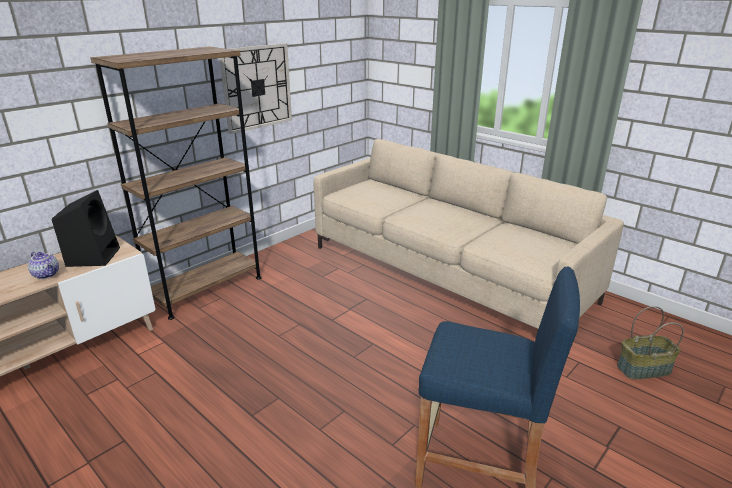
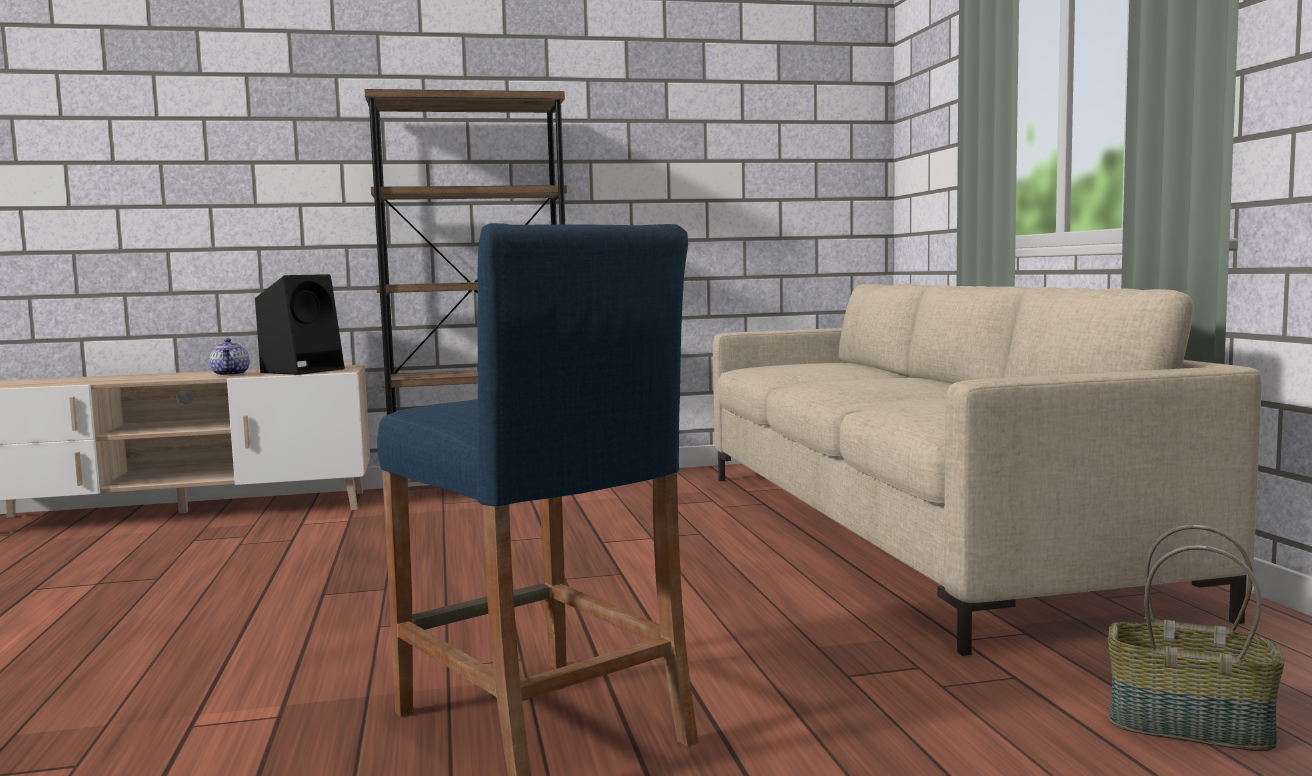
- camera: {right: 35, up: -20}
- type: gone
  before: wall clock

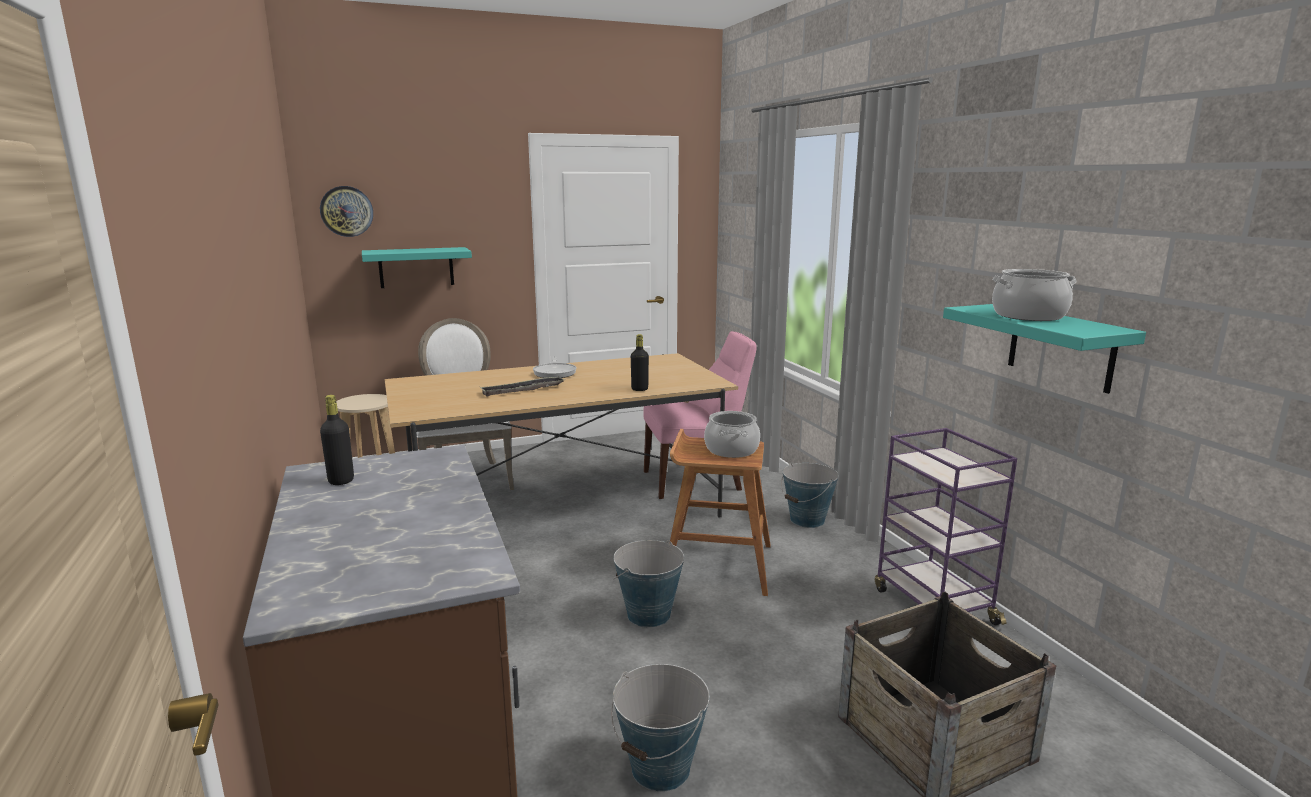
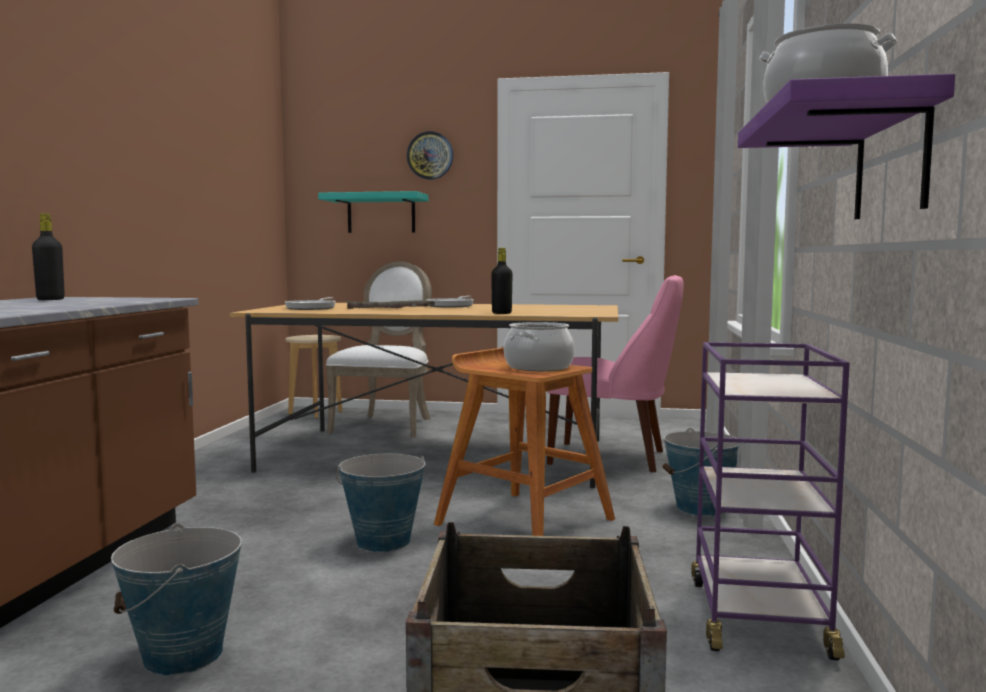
- camera: {right: 30, up: -10}
- type: new
  after: frying pan (no. 1 from left)
- type: shifted
  before: wall clock
- type: repainted
  before: turquoise shelf (no. 2 from left)
  after: purple shelf

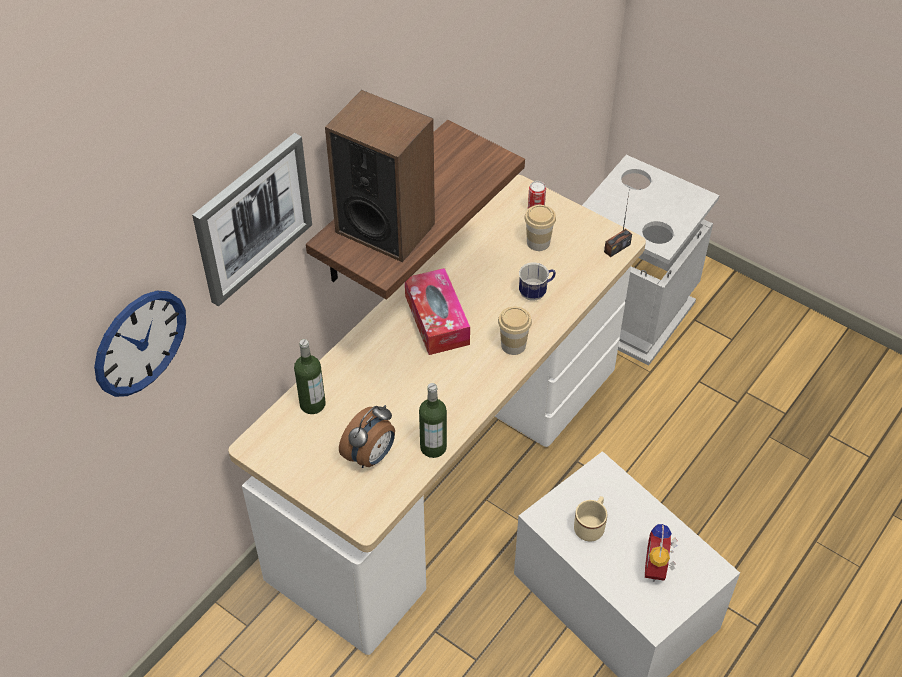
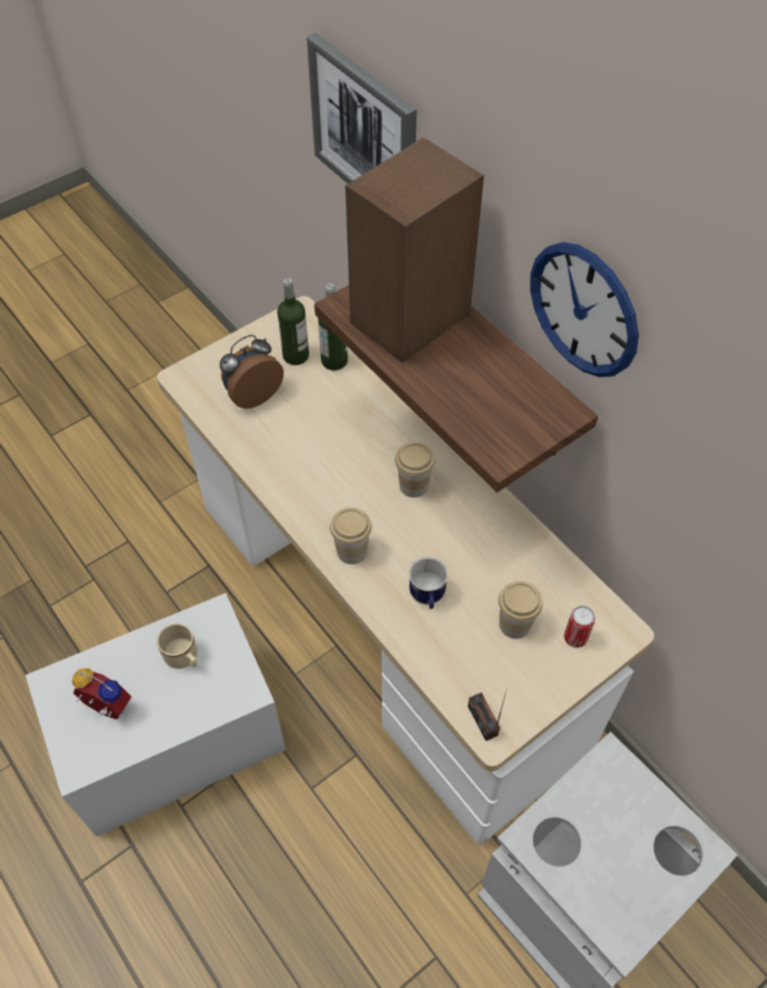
- camera: {right: 105, up: 5}
- type: shifted
  before: wall clock
- type: shifted
  before: bottle (no. 2 from left in the first image)
  after: bottle (no. 1 from left)
- type: swapped
  before: tissue box
  after: cup (no. 2 from left)
- type: rotated
  before: alarm clock (no. 1 from left in the first image)
  turn: 90

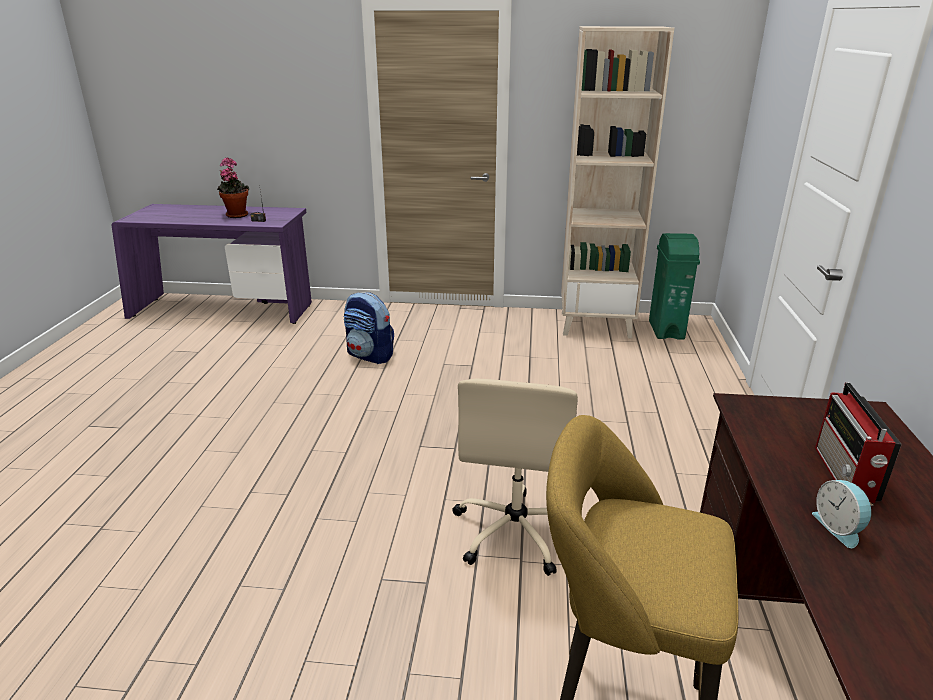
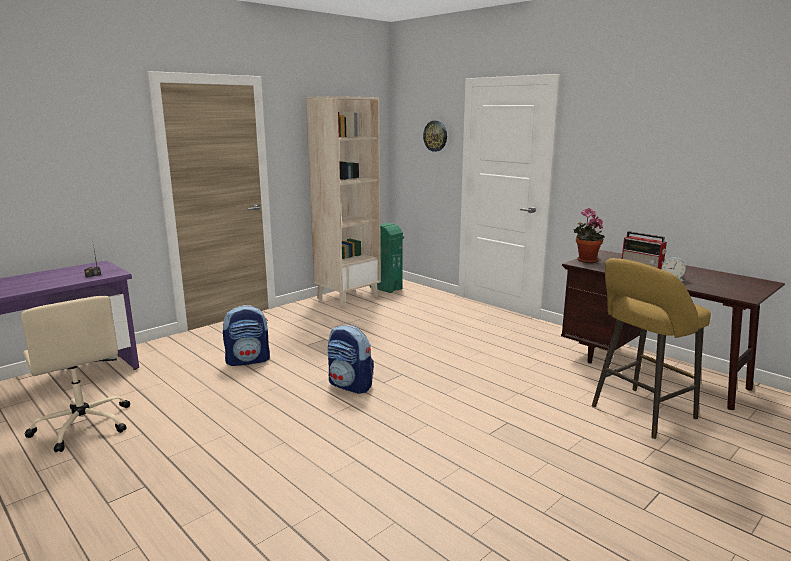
- camera: {right: -50, up: -10}
- type: new
  after: backpack (no. 2 from left)
- type: new
  after: wall clock
- type: shifted
  before: potted plant
- type: shifted
  before: beige office chair

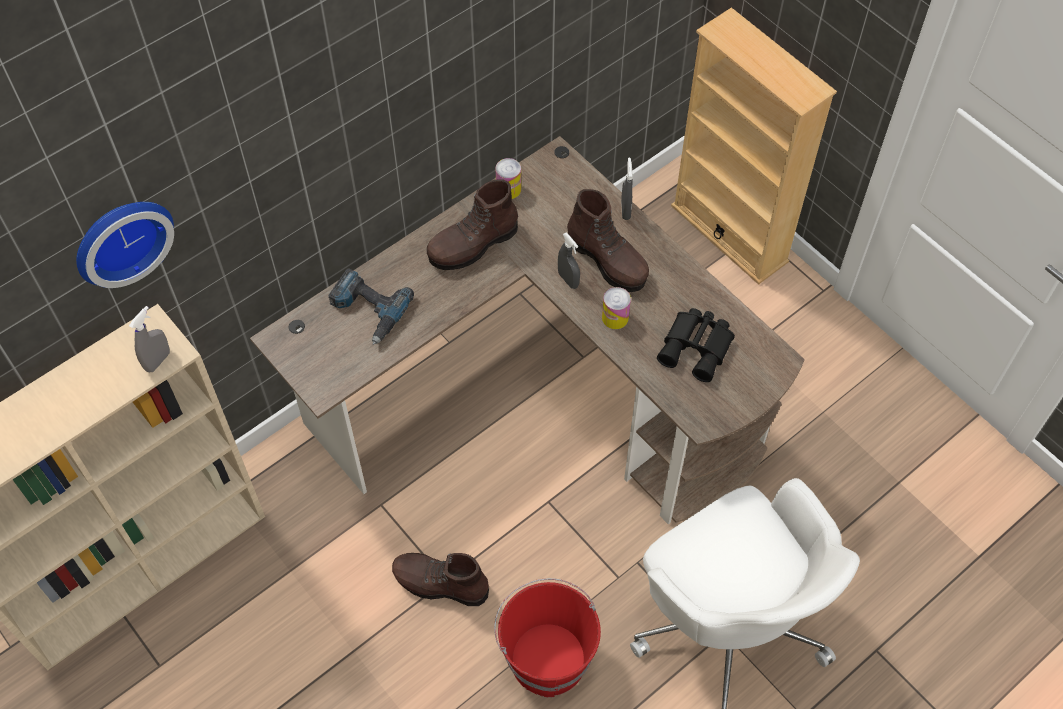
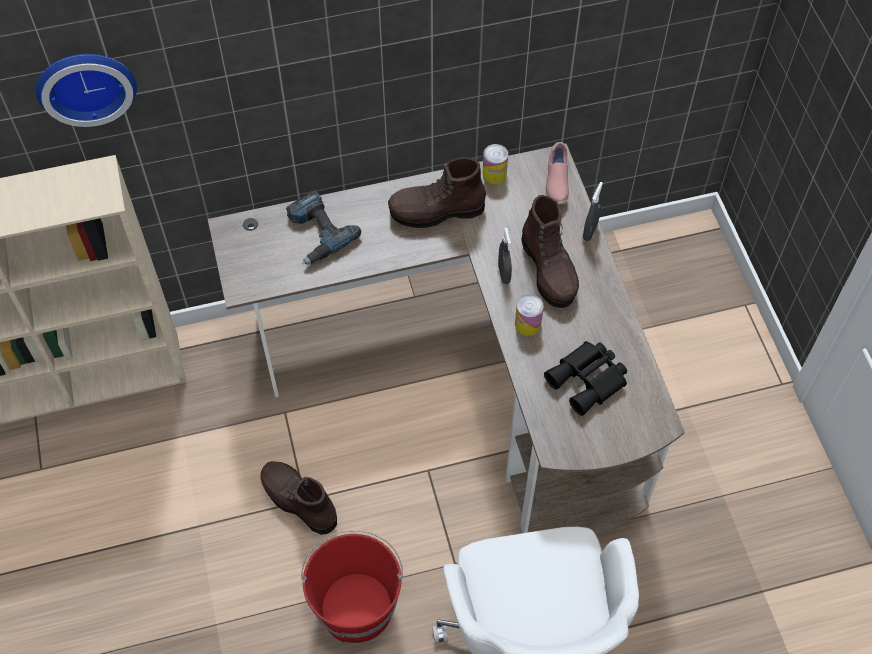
- camera: {right: 25, up: 0}
- type: gone
  before: grey spray bottle (no. 1 from left)
- type: gone
  before: beige bookcase (no. 2 from left)
- type: new
  after: pink shoe

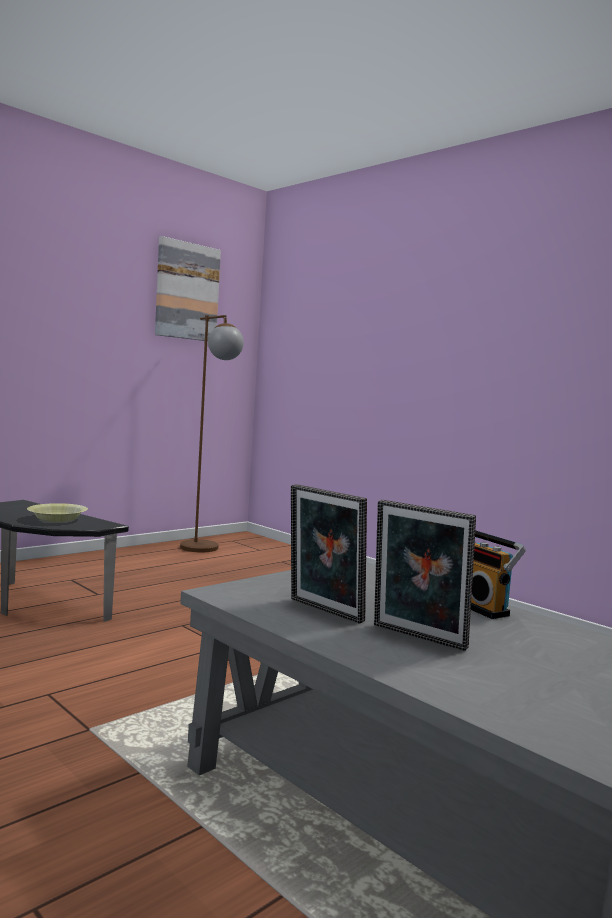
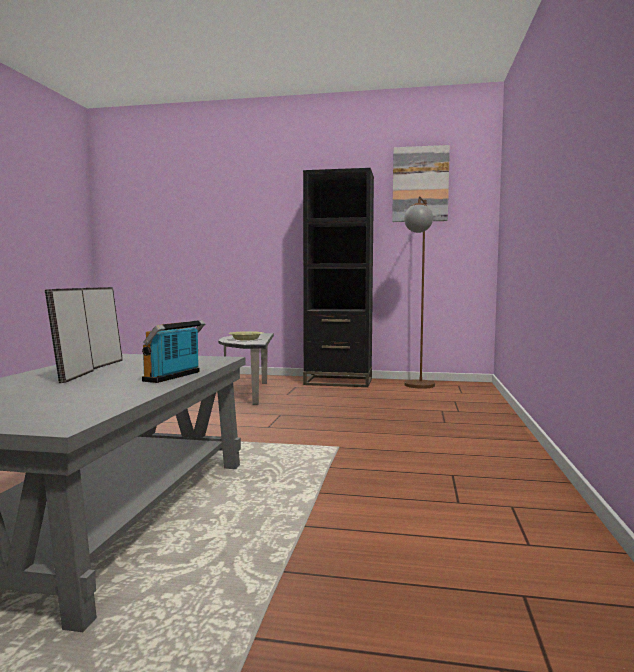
- camera: {right: 55, up: 0}
- type: new
  after: black bookcase

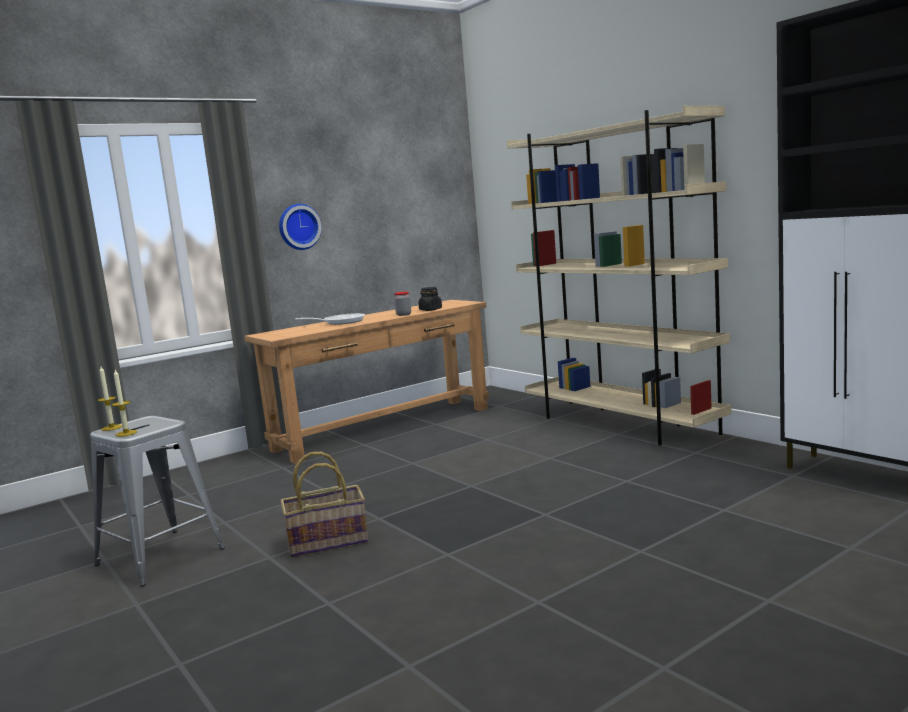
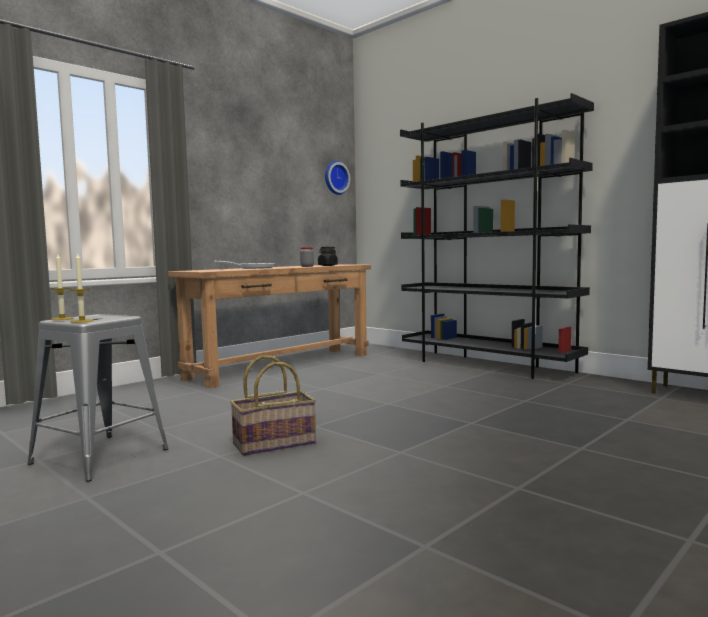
- camera: {right: -10, up: -5}
- type: shifted
  before: wall clock
- type: repainted
  before: beige bookcase
  after: black bookcase

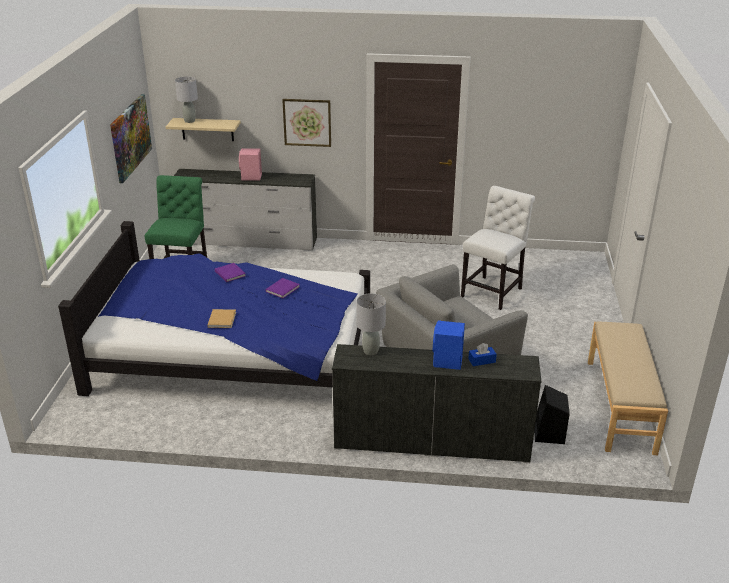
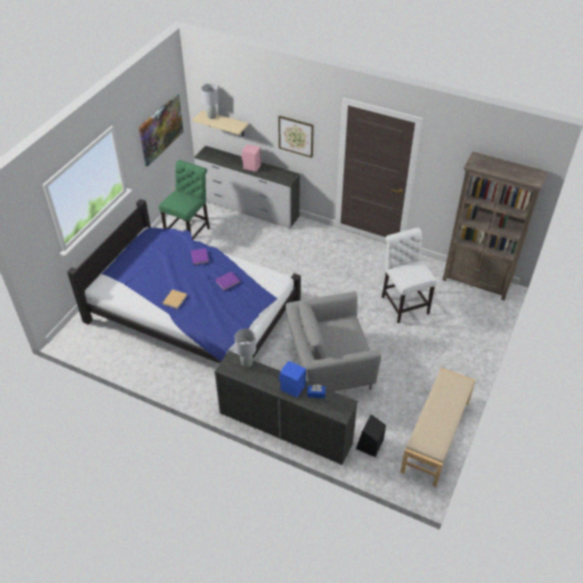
- camera: {right: 20, up: 15}
- type: new
  after: brown bookcase
- type: rotated
  before: white chair
  turn: -75

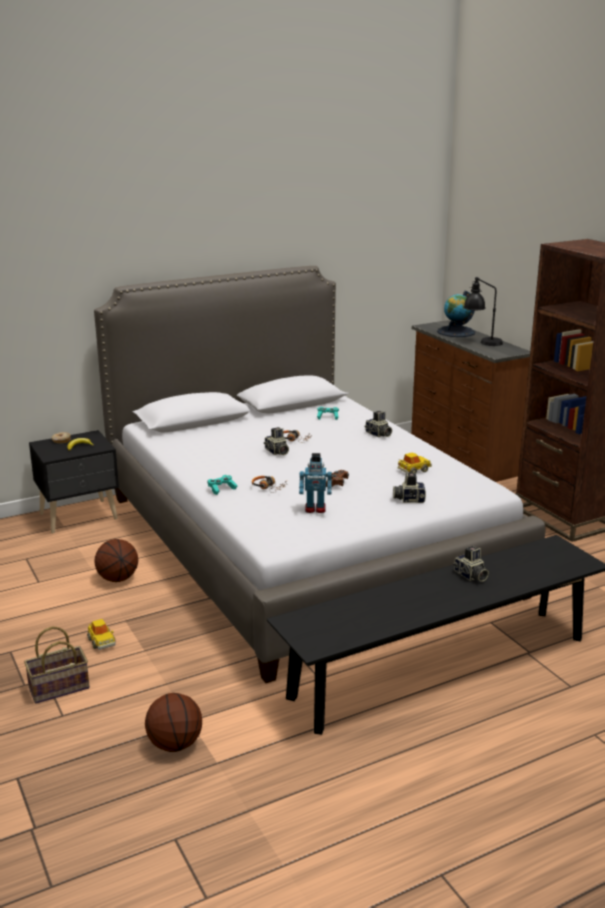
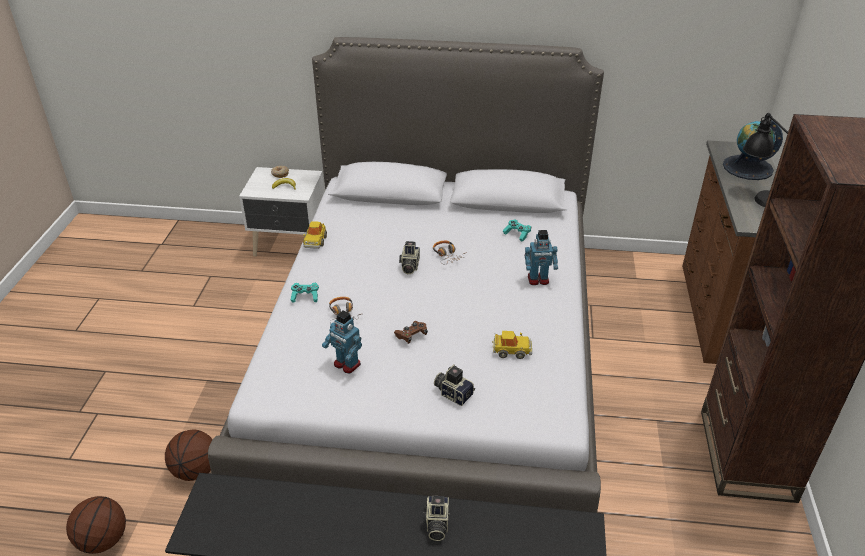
- camera: {right: 35, up: 15}
- type: gone
  before: basket
- type: shifted
  before: toy car (no. 1 from left)
- type: shifted
  before: basketball (no. 1 from left in the first image)
  after: basketball (no. 2 from left)
- type: swapped
  before: photo camera (no. 2 from left)
  after: toy robot (no. 2 from left)
- type: repainted
  before: black nightstand
  after: white nightstand

